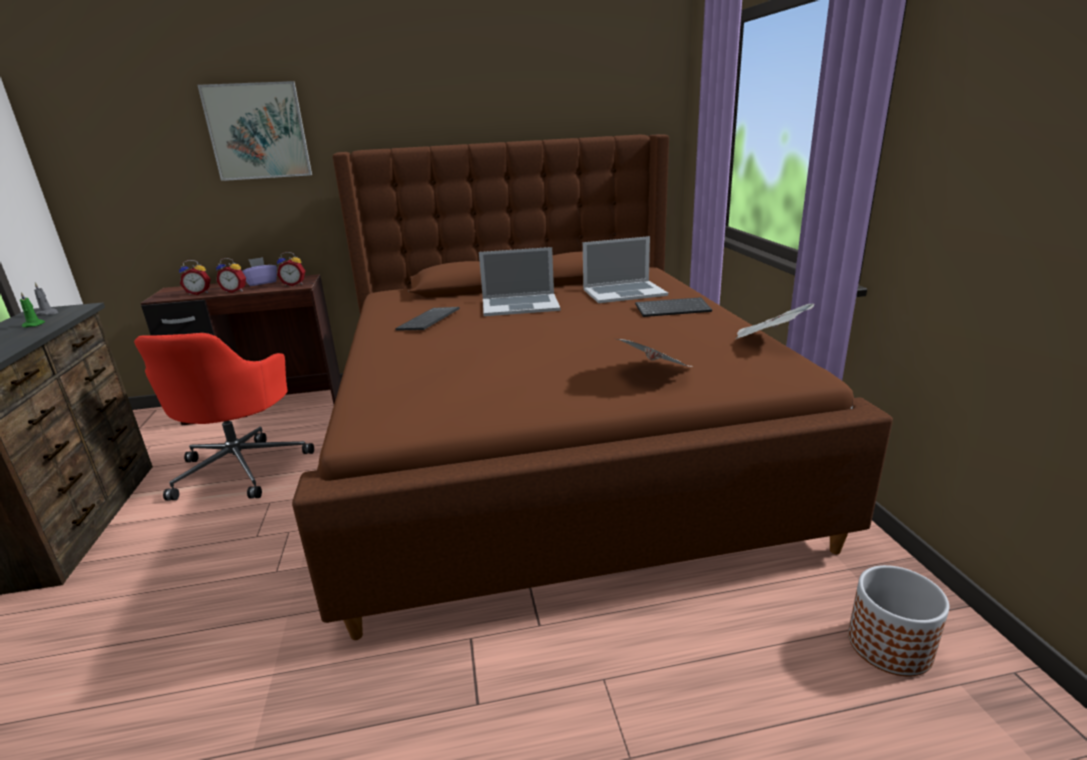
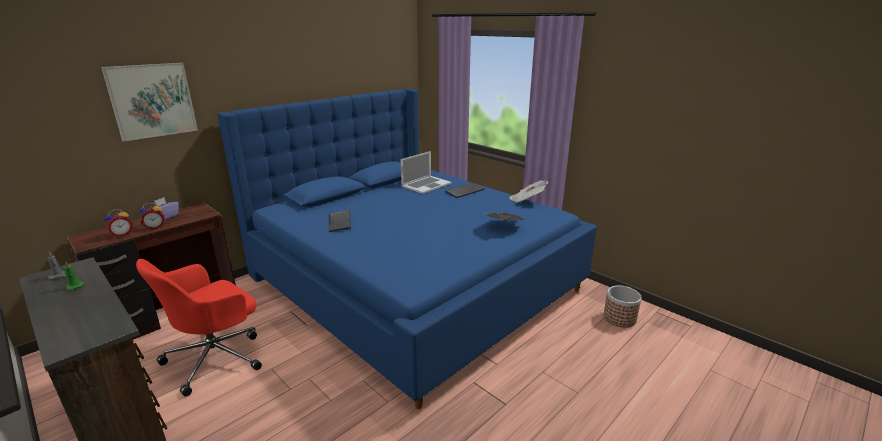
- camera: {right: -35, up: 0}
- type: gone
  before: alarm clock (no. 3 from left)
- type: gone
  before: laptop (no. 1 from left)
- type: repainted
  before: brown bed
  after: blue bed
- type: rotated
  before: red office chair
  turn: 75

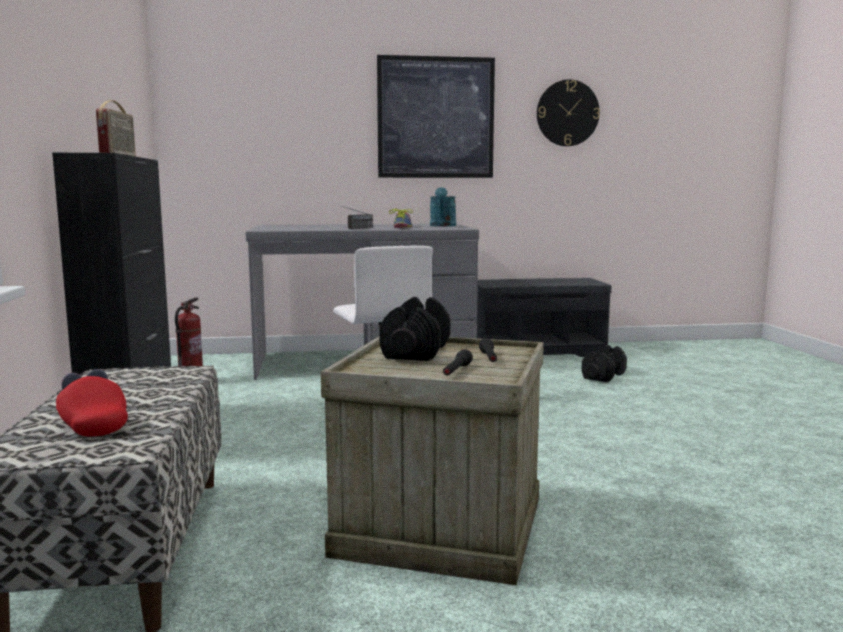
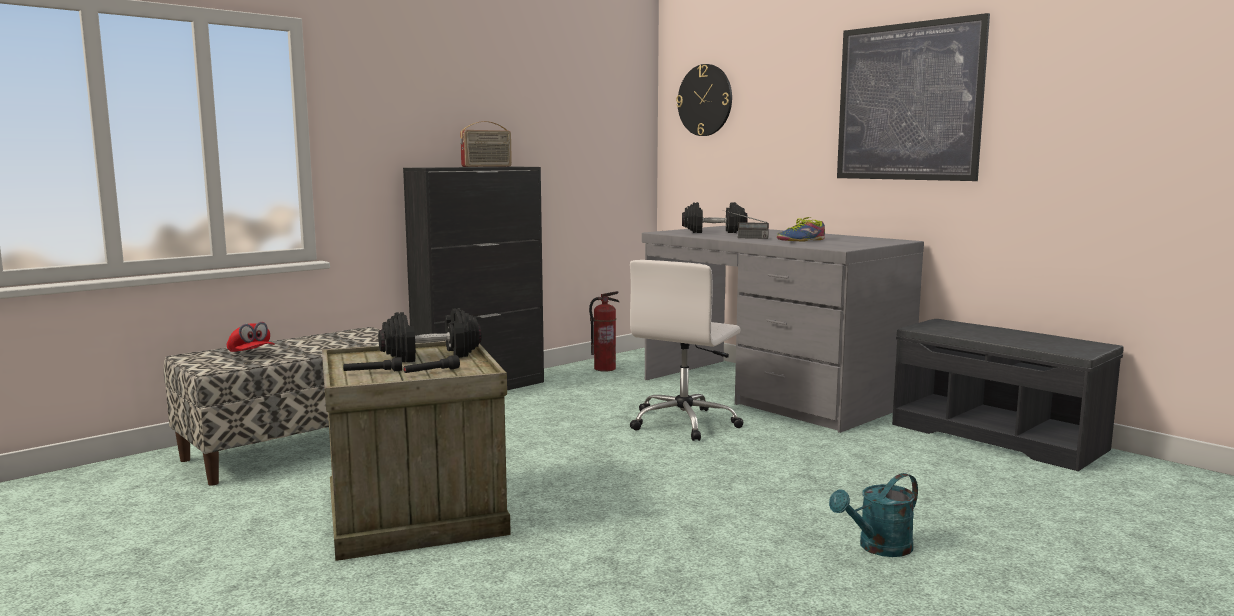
- camera: {right: 55, up: 0}
- type: shifted
  before: turquoise watering can
- type: shifted
  before: wall clock
- type: shifted
  before: black dumbbell (no. 2 from left)
- type: rotated
  before: red cap
  turn: 120

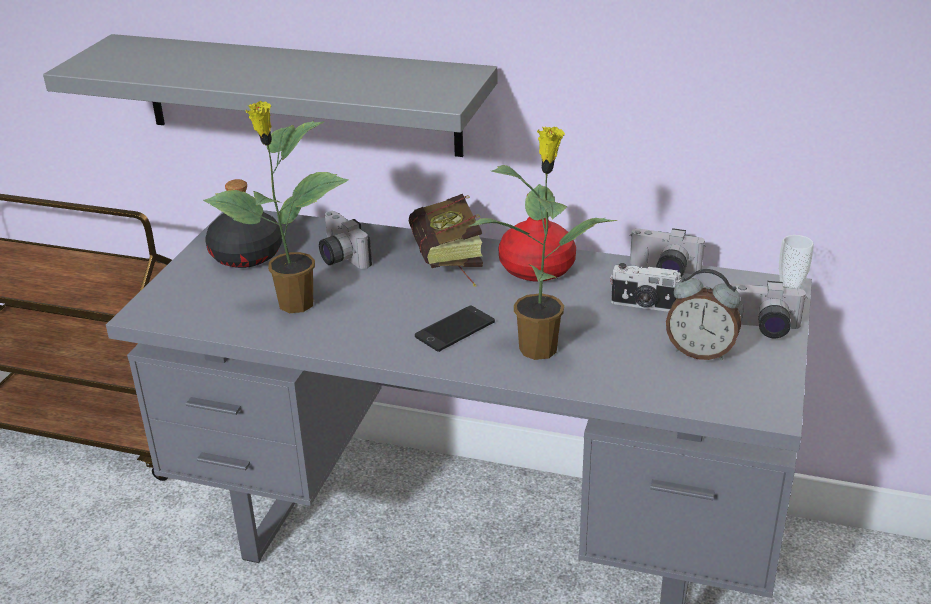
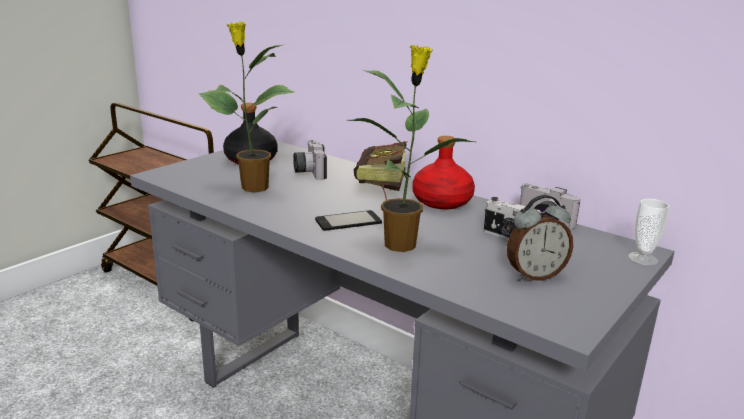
- camera: {right: 20, up: -10}
- type: gone
  before: grey shelf
- type: gone
  before: photo camera (no. 4 from left)
- type: rotated
  before: alarm clock
  turn: -60

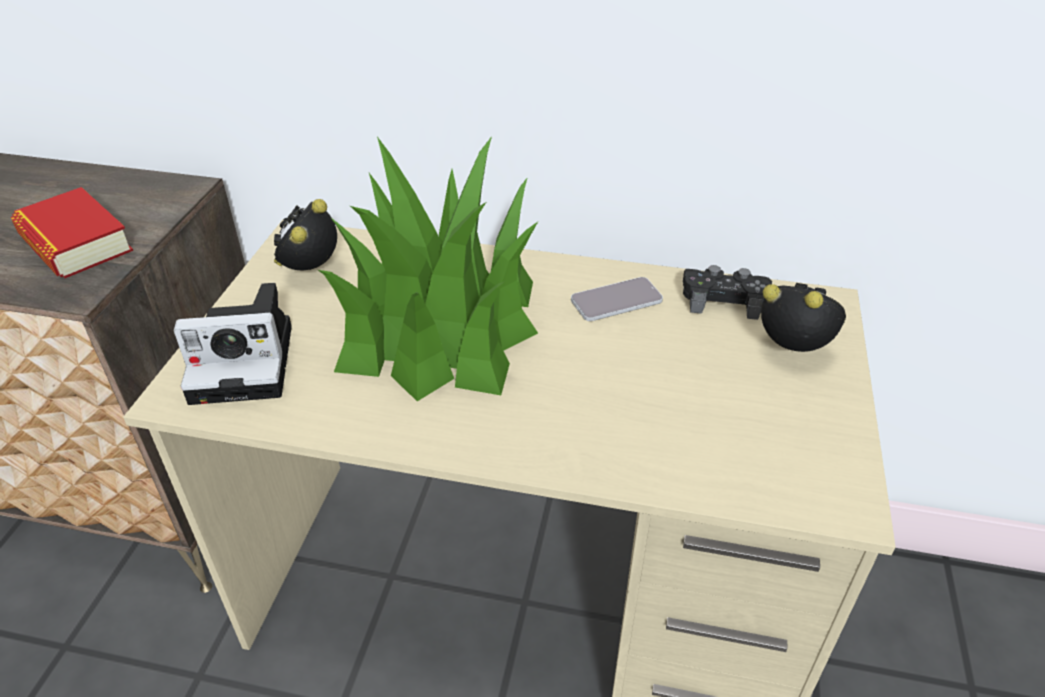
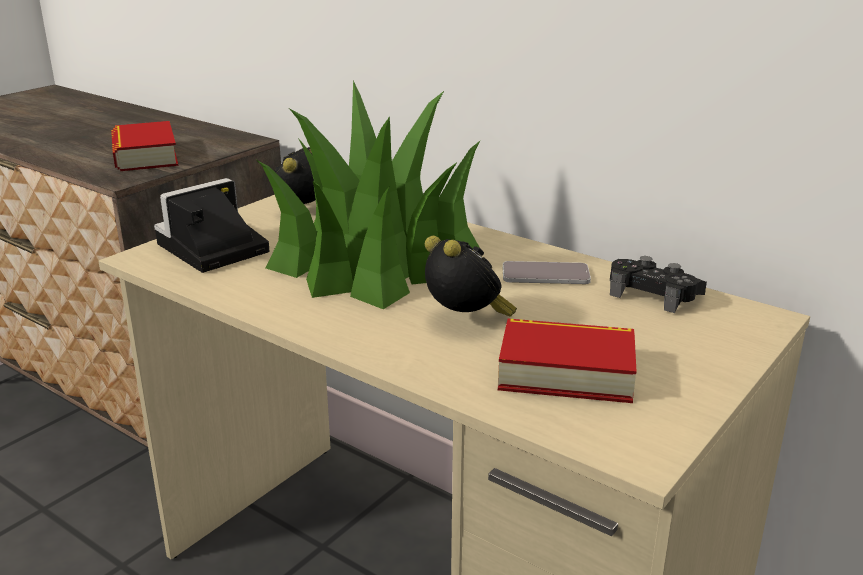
- camera: {right: 25, up: -15}
- type: new
  after: book (no. 2 from left)
- type: shifted
  before: alarm clock (no. 2 from left)
- type: rotated
  before: photo camera
  turn: 120

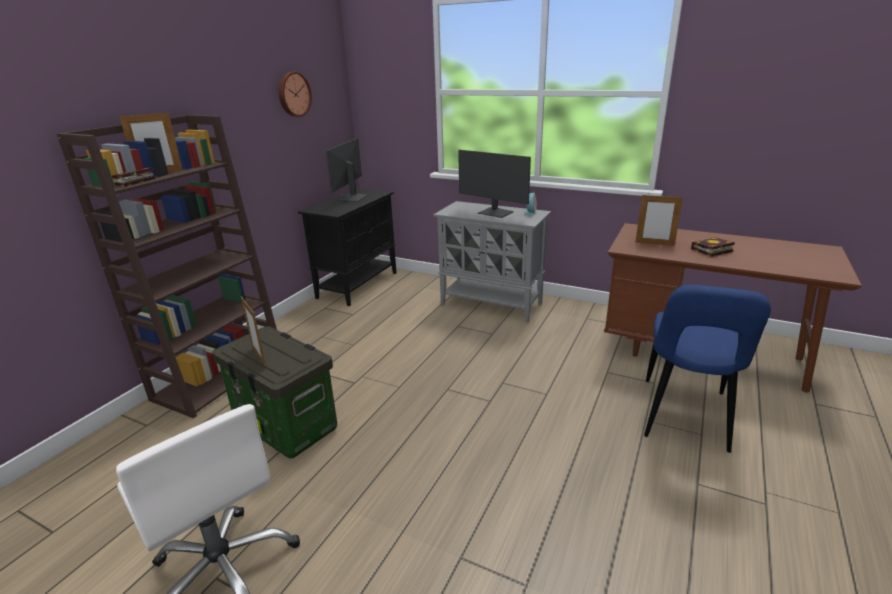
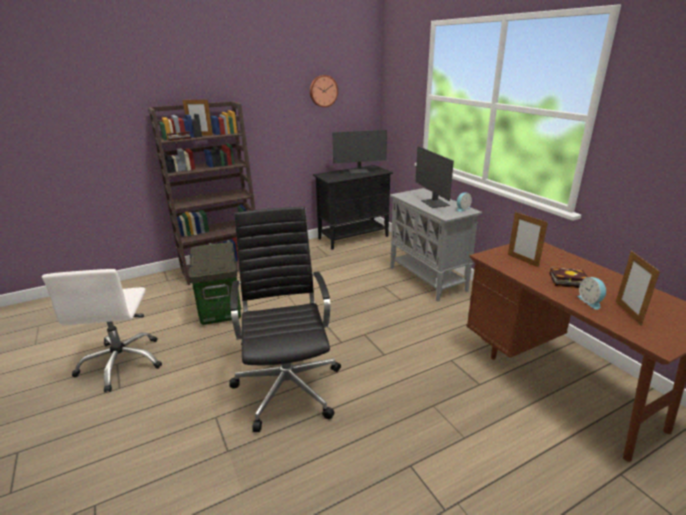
- camera: {right: 35, up: 0}
- type: gone
  before: blue chair
- type: new
  after: black office chair
- type: new
  after: alarm clock (no. 2 from left)
- type: shifted
  before: picture frame (no. 2 from left in the first image)
  after: picture frame (no. 3 from left)
- type: rotated
  before: monitor (no. 1 from left)
  turn: -150

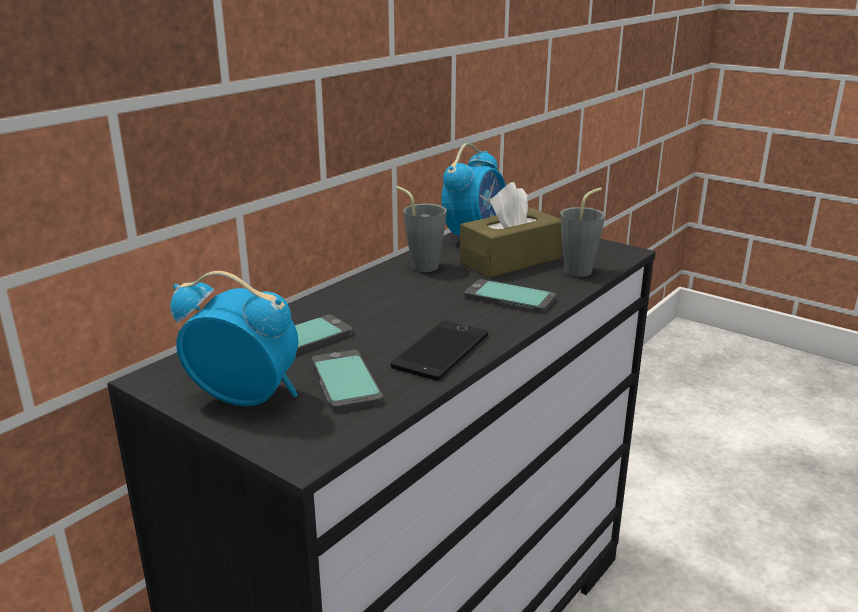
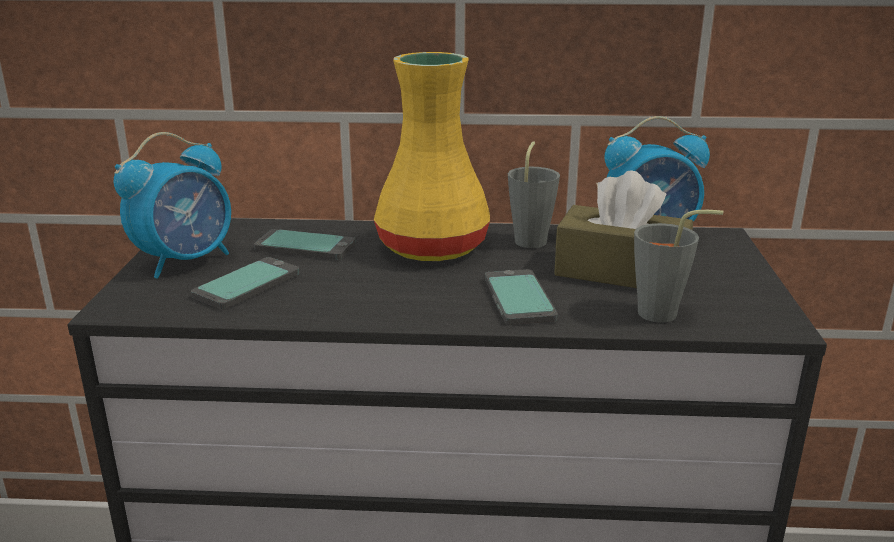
- camera: {right: 55, up: 0}
- type: gone
  before: phone (no. 3 from left)
- type: new
  after: yellow vase
- type: rotated
  before: alarm clock (no. 1 from left)
  turn: 60

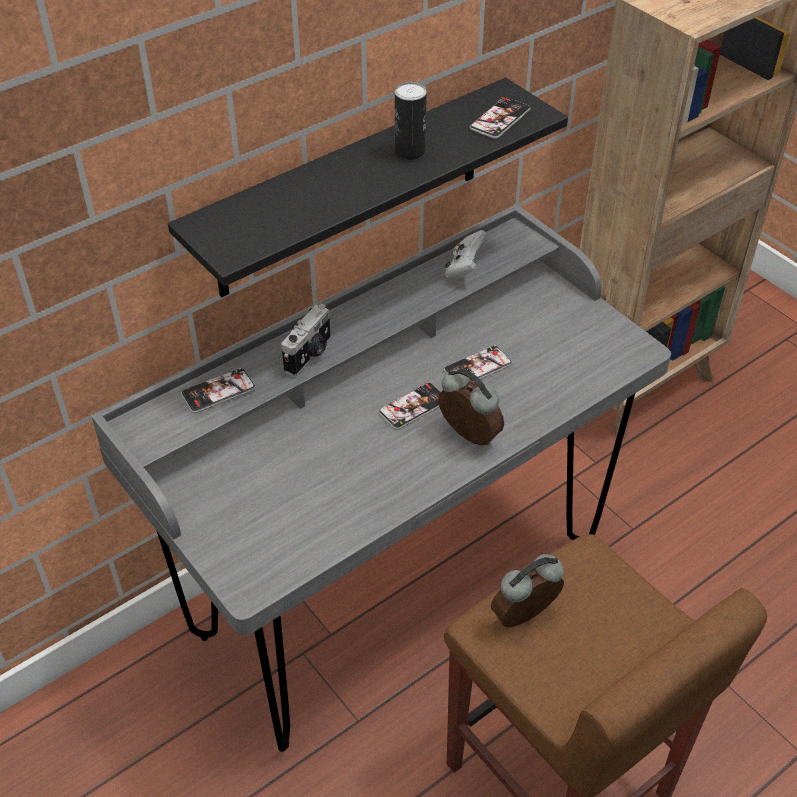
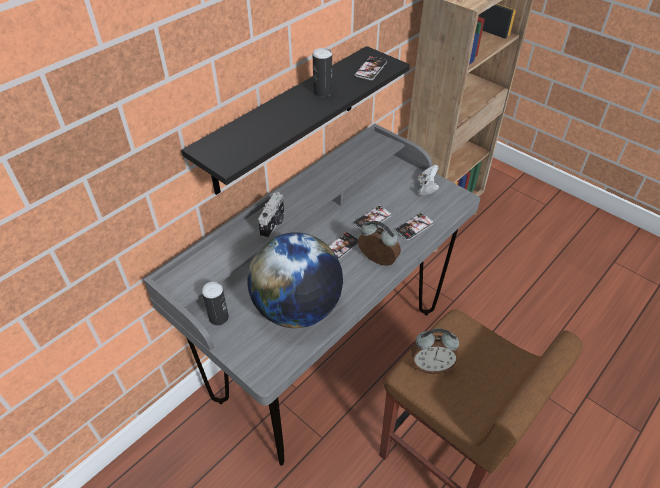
- camera: {right: -10, up: 0}
- type: new
  after: can (no. 1 from left)
- type: new
  after: globe
- type: shifted
  before: phone (no. 1 from left in the first image)
  after: phone (no. 4 from left)
- type: shifted
  before: white game controller
- type: rotated
  before: alarm clock (no. 2 from left)
  turn: -135

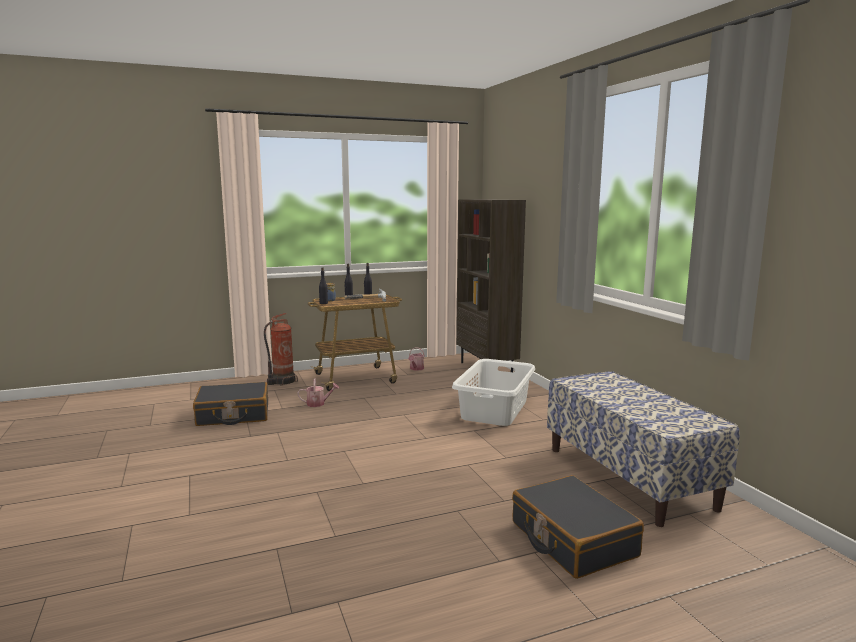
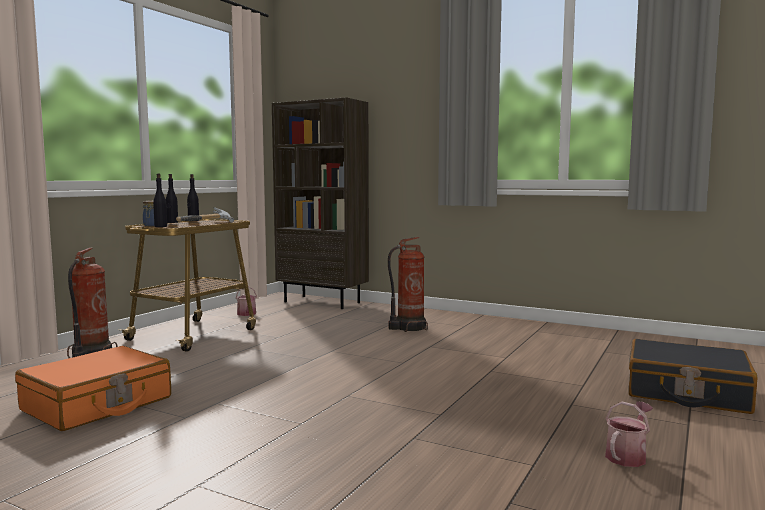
- camera: {right: -40, up: -5}
- type: gone
  before: bench
- type: shifted
  before: watering can (no. 1 from left in the first image)
  after: watering can (no. 2 from left)
- type: swapped
  before: white laundry basket
  after: fire extinguisher (no. 2 from left)
- type: repainted
  before: black suitcase (no. 1 from left)
  after: orange suitcase

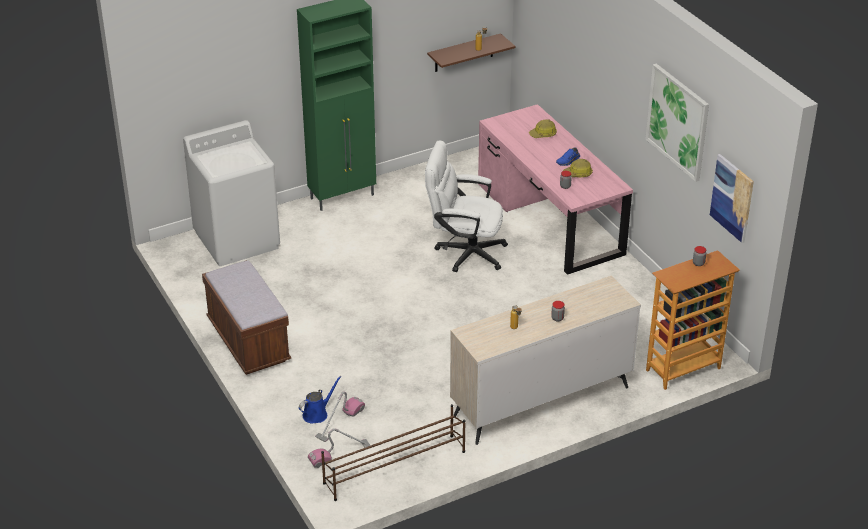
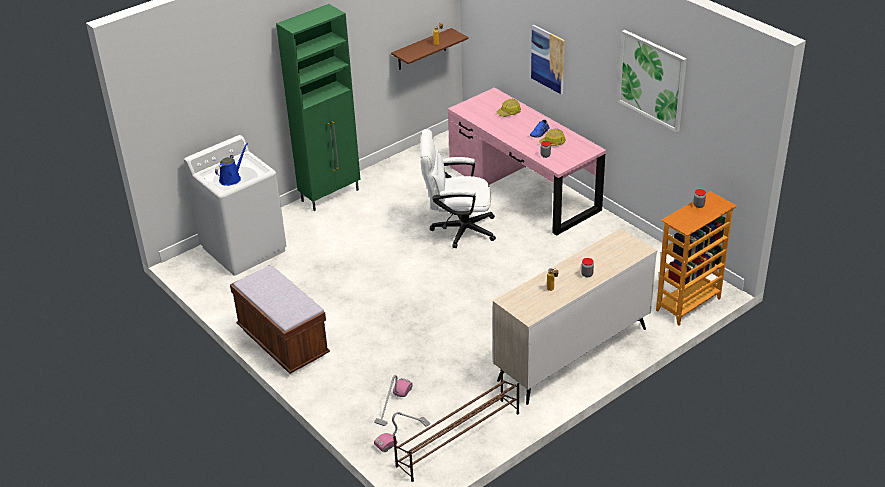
- camera: {right: -10, up: 0}
- type: shifted
  before: blue watering can
- type: shifted
  before: picture (no. 2 from left in the first image)
  after: picture (no. 1 from left)

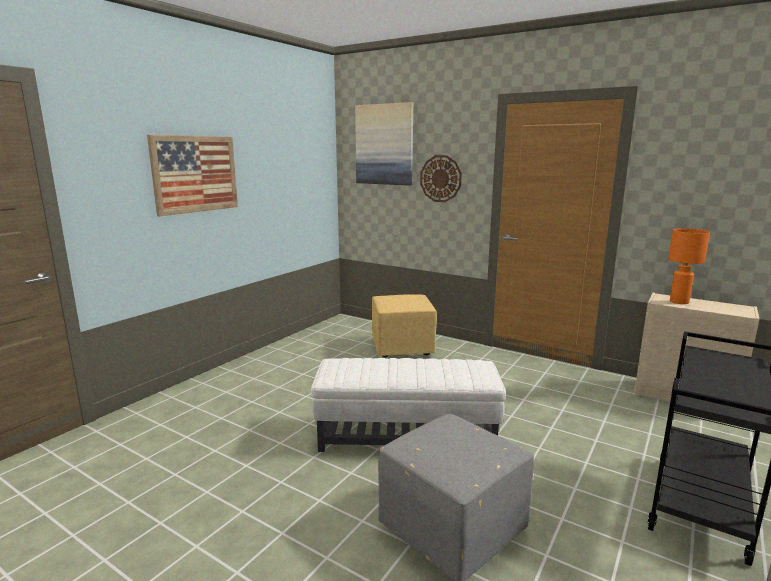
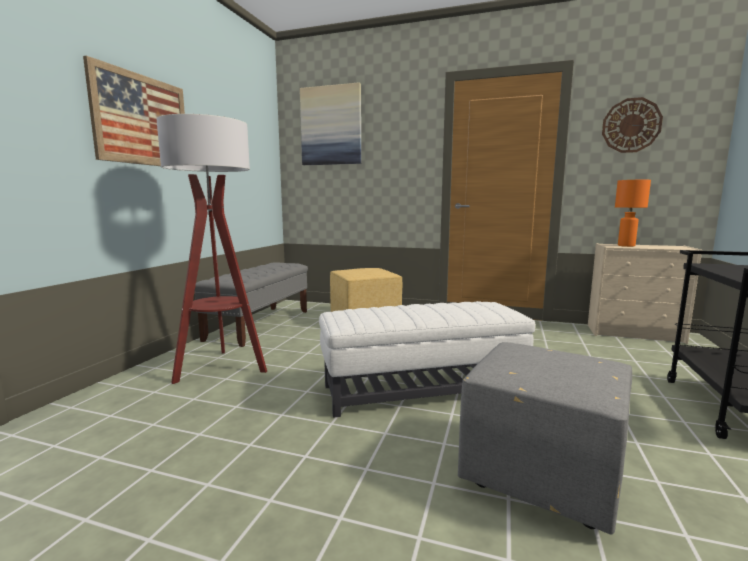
- camera: {right: -15, up: -5}
- type: new
  after: floor lamp
- type: new
  after: grey bench
- type: shifted
  before: wall clock

